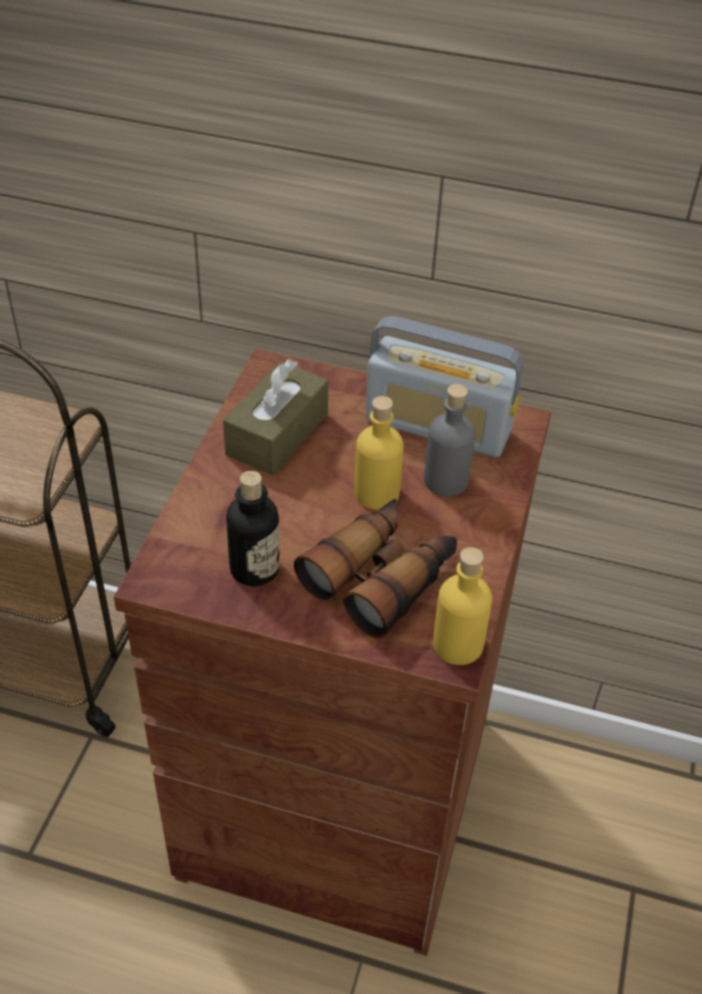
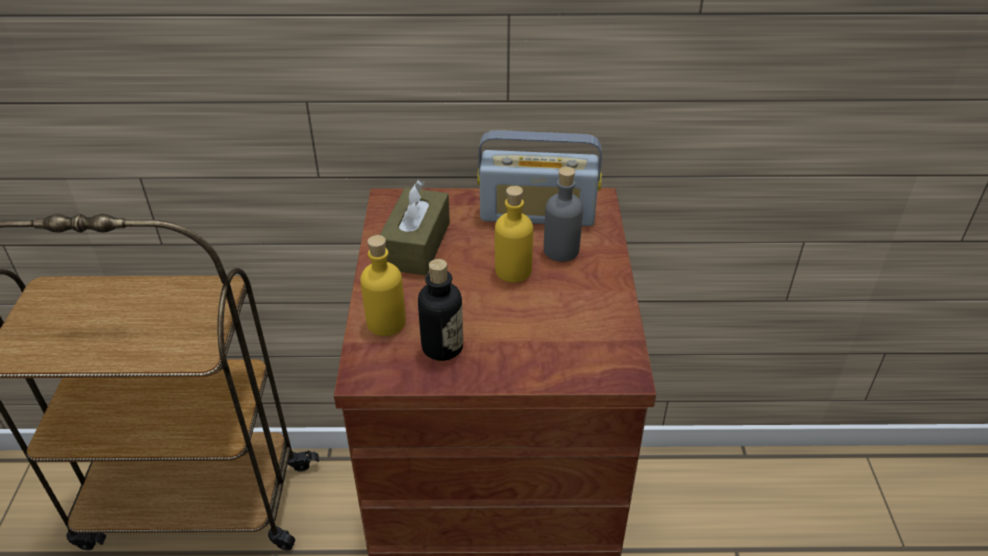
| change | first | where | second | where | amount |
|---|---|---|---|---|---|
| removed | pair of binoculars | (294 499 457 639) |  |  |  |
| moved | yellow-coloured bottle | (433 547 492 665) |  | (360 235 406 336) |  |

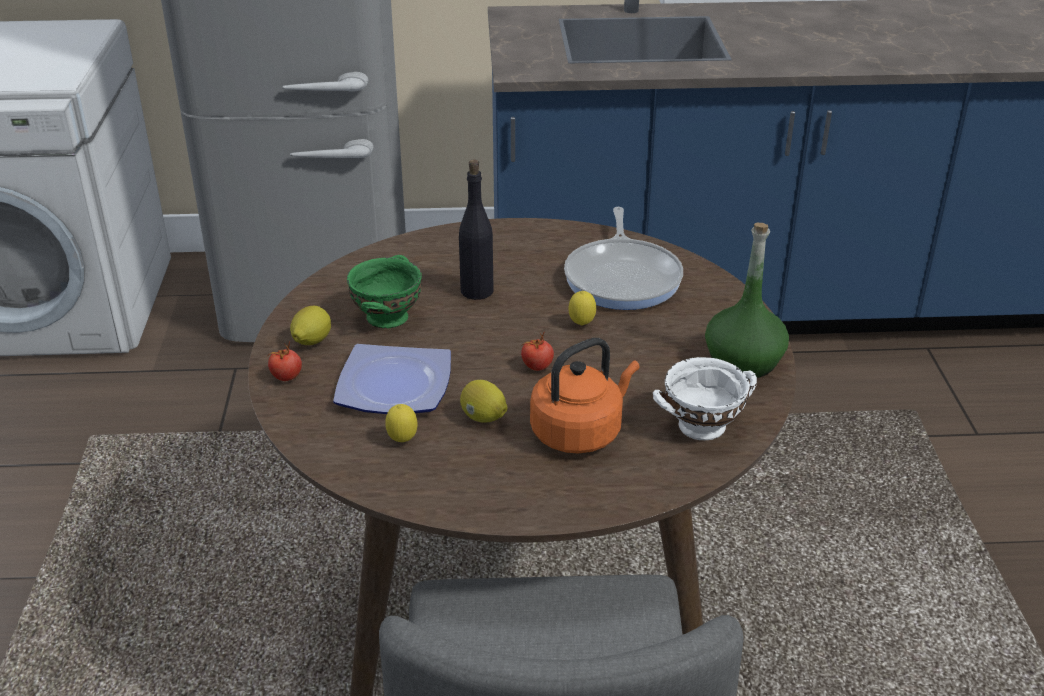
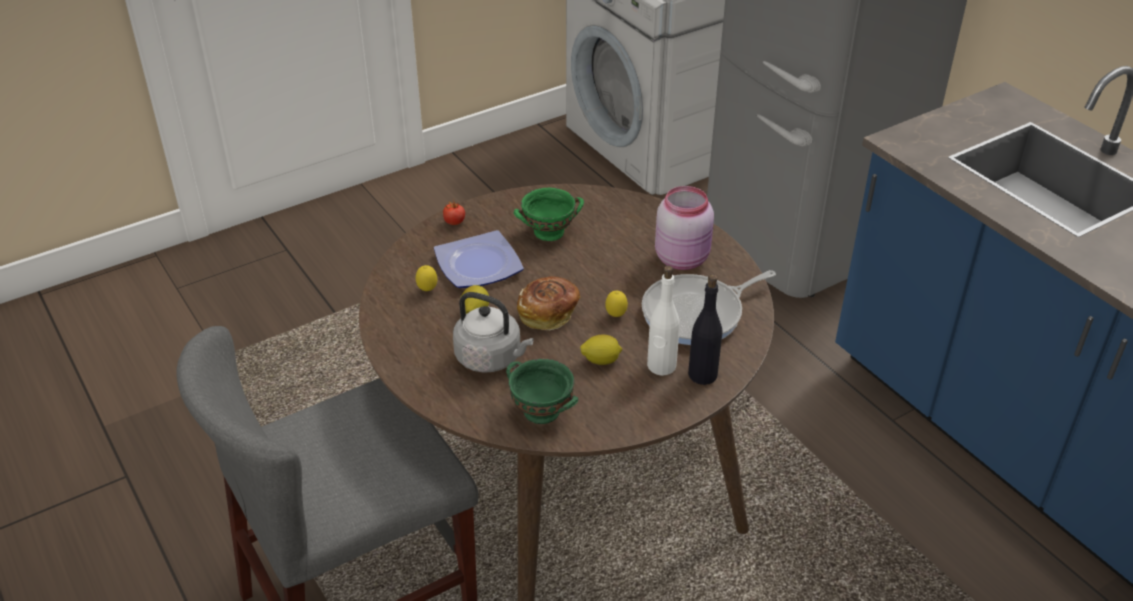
| change | first | where | second | where | amount |
|---|---|---|---|---|---|
| moved | lemon | (290 306 331 345) |  | (580 335 622 365) |  |
| moved | black-coloured bottle | (459 159 493 300) |  | (688 274 722 385) |  |
| replaced | tomato | (521 331 554 371) | baked bread | (517 276 581 330) |  |
| recoloured | orange kettle | (530 338 640 453) | gray kettle | (453 292 534 373) |  |
| recoloured | white serving bowl | (653 357 757 440) | green-coloured serving bowl | (506 359 578 424) |  |
| removed | green-coloured bottle | (705 222 789 379) |  |  |  |
| added |  |  | white bottle | (647 266 680 376) |  |
| added |  |  | pinkish jar | (655 186 714 270) |  |

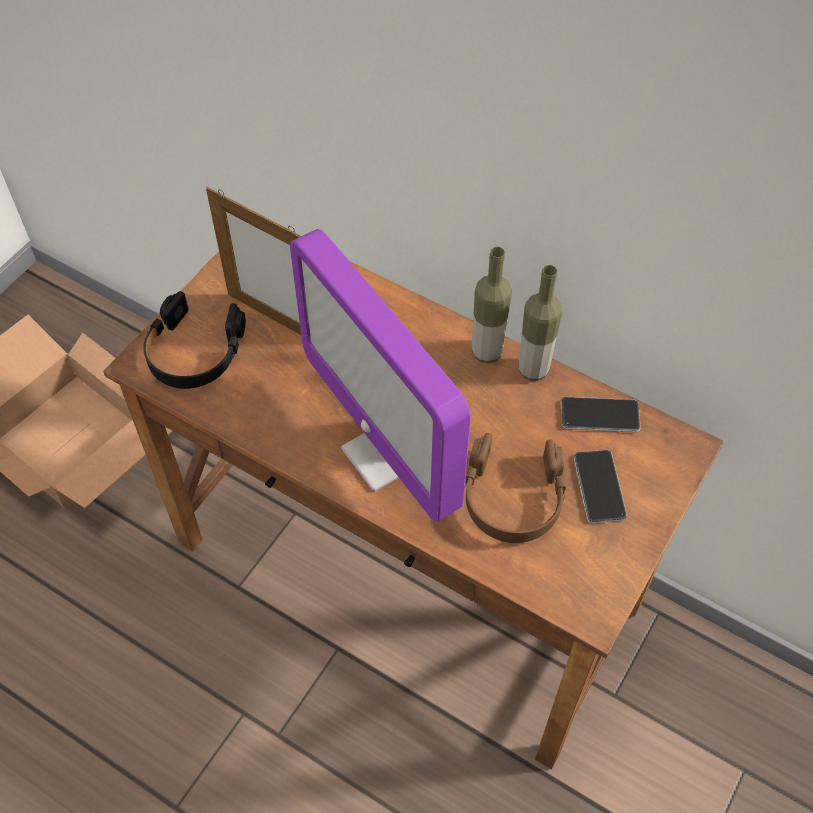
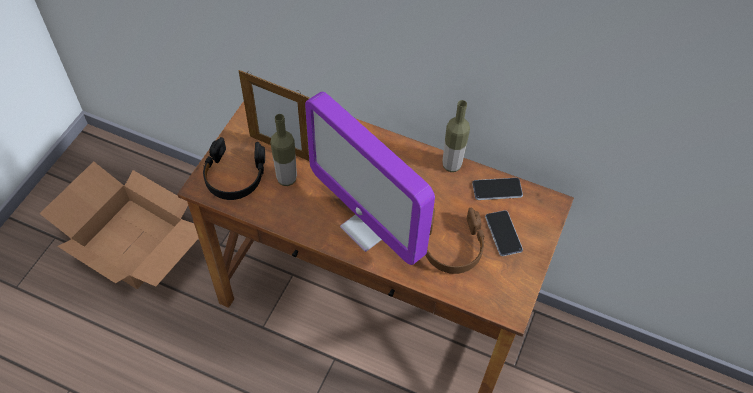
| change | first | where | second | where | amount |
|---|---|---|---|---|---|
| moved | bottle | (472 247 512 363) |  | (270 114 297 186) |  |

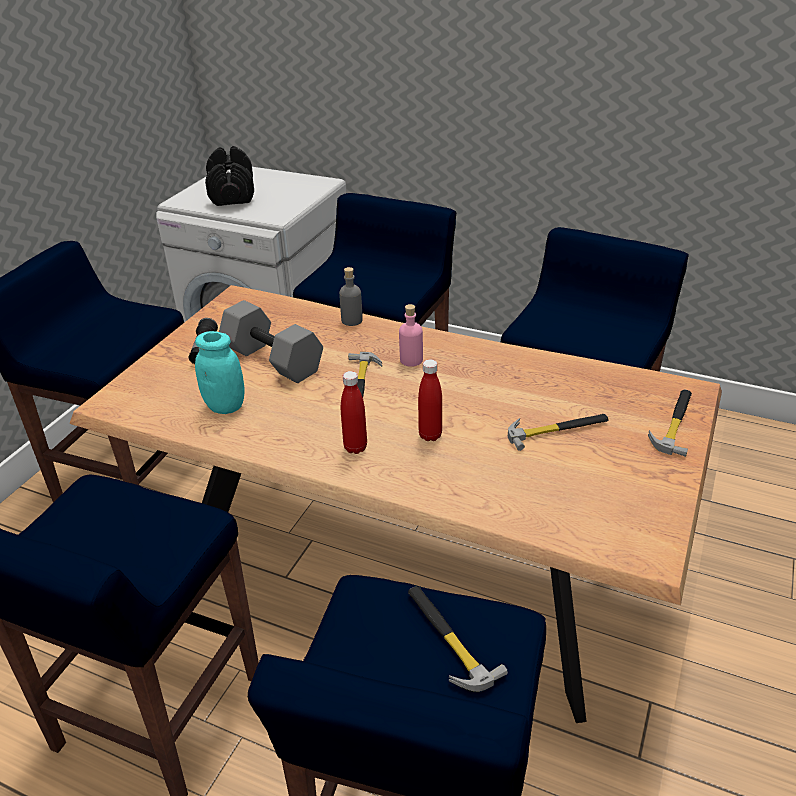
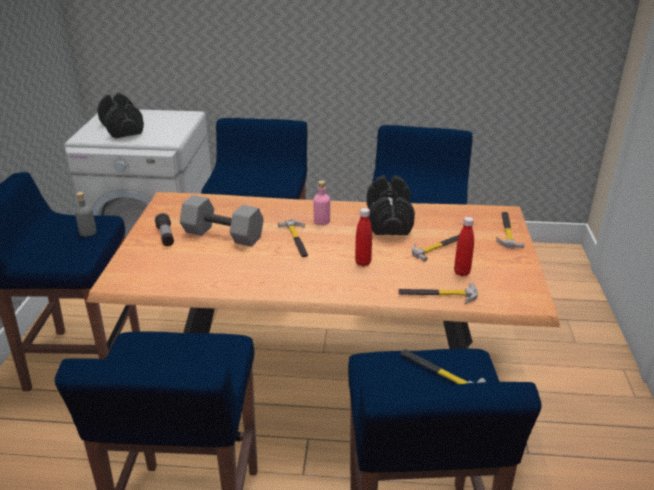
| change | first | where | second | where | amount |
|---|---|---|---|---|---|
| removed | blue-green jar | (195 331 245 414) |  |  |  |
| moved | gray bottle | (339 267 363 326) |  | (75 192 96 236) |  |
| moved | red-coloured bottle | (341 371 367 454) |  | (454 217 474 276) |  |
| added |  |  | black-coloured hand weight | (367 176 415 235) |  |
| added |  |  | tool hammer | (399 283 478 304) |  |

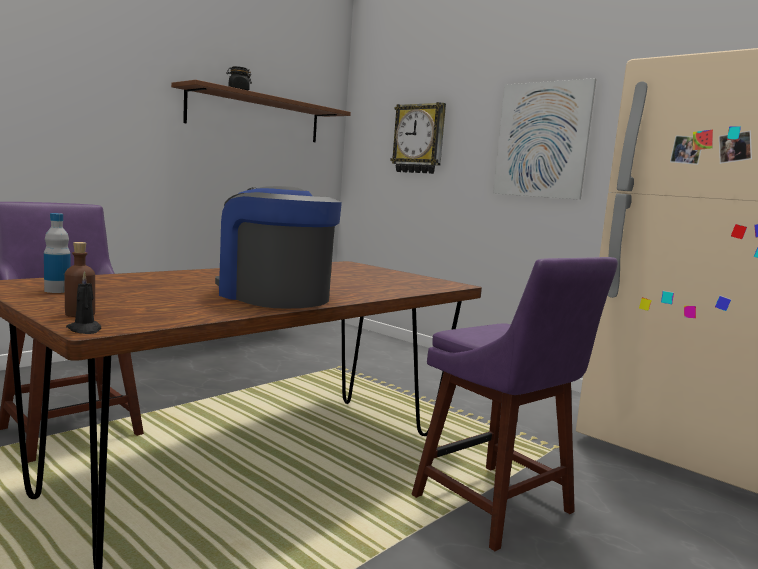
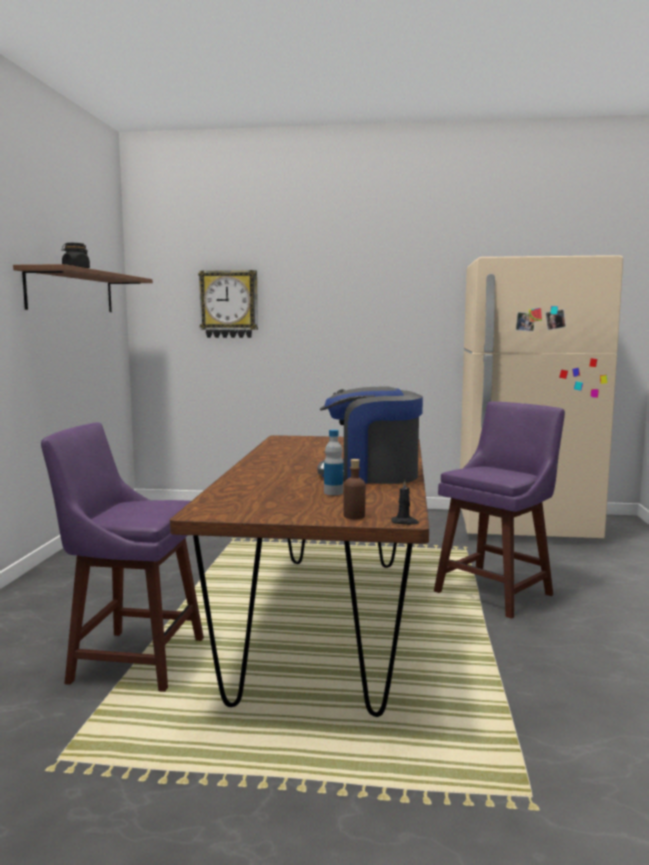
| change | first | where | second | where | amount |
|---|---|---|---|---|---|
| moved | bottle | (44 213 71 293) |  | (324 430 343 495) |  |
| turned | purple-coloured upright chair | (411 257 618 551) |  | (434 402 565 619) | 60 degrees counterclockwise |
| removed | wall picture | (493 78 596 200) |  |  |  |

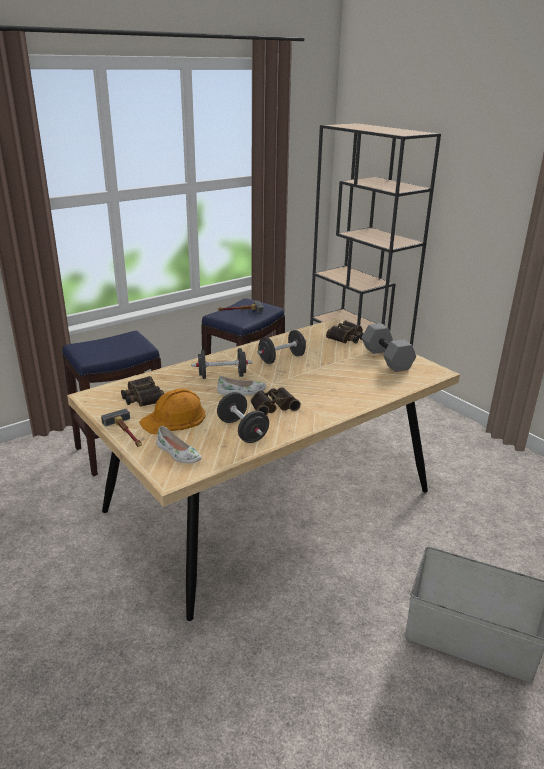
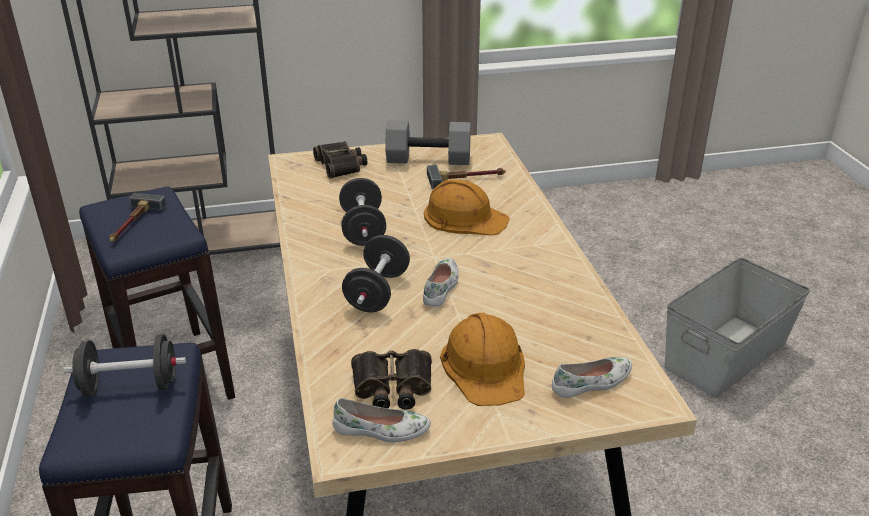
| change | first | where | second | where | amount |
|---|---|---|---|---|---|
| moved | tool hammer | (101 409 142 447) |  | (427 165 506 189) |  |
| moved | black-coloured hand weight | (217 392 269 443) |  | (64 334 186 397) |  |
| removed | pair of binoculars | (251 387 301 415) |  |  |  |
| added |  |  | white shoe | (332 398 431 442) |  |
| added |  |  | orange safety helmet | (424 179 510 235) |  |

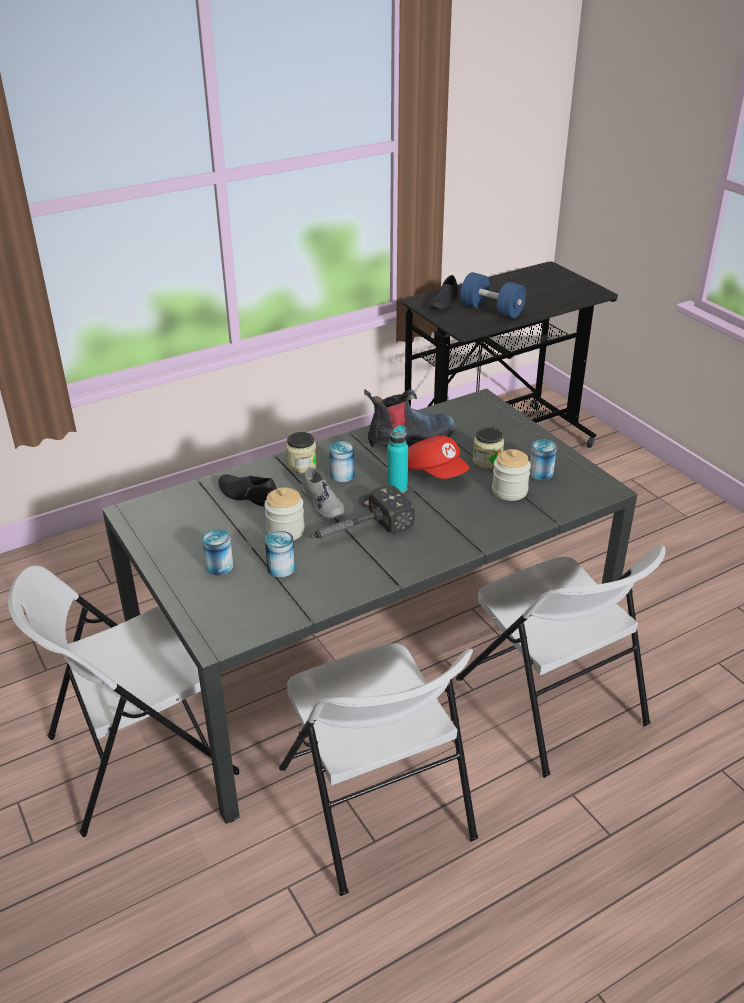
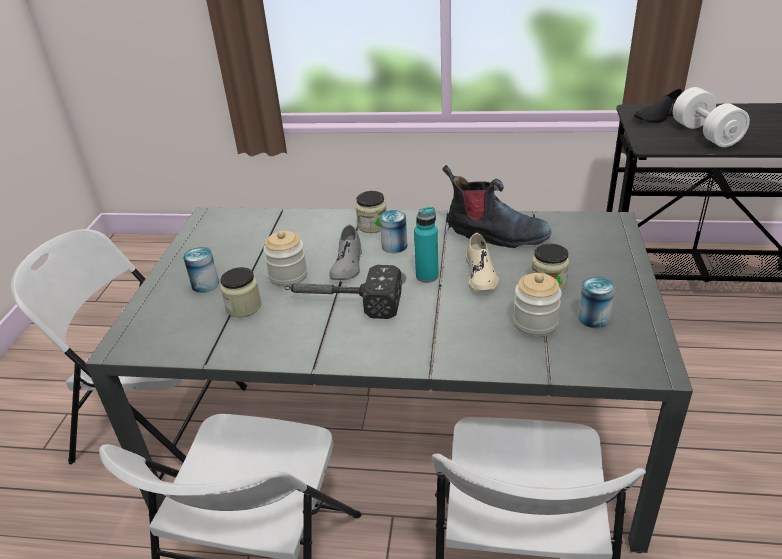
| change | first | where | second | where | amount |
|---|---|---|---|---|---|
| removed | black-coloured shoe | (218 474 277 507) |  |  |  |
| replaced | can | (265 531 295 577) | jar | (220 267 262 317) |  |
| replaced | red-coloured baseball cap | (408 436 470 479) | sand-coloured shoe | (466 233 499 292) |  |
| recoloured | blue-coloured hand weight | (460 272 526 318) | white hand weight | (673 87 750 147) |  |

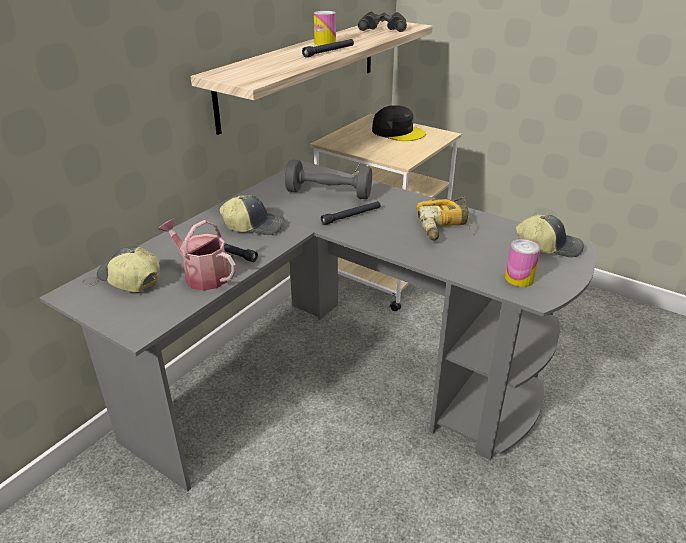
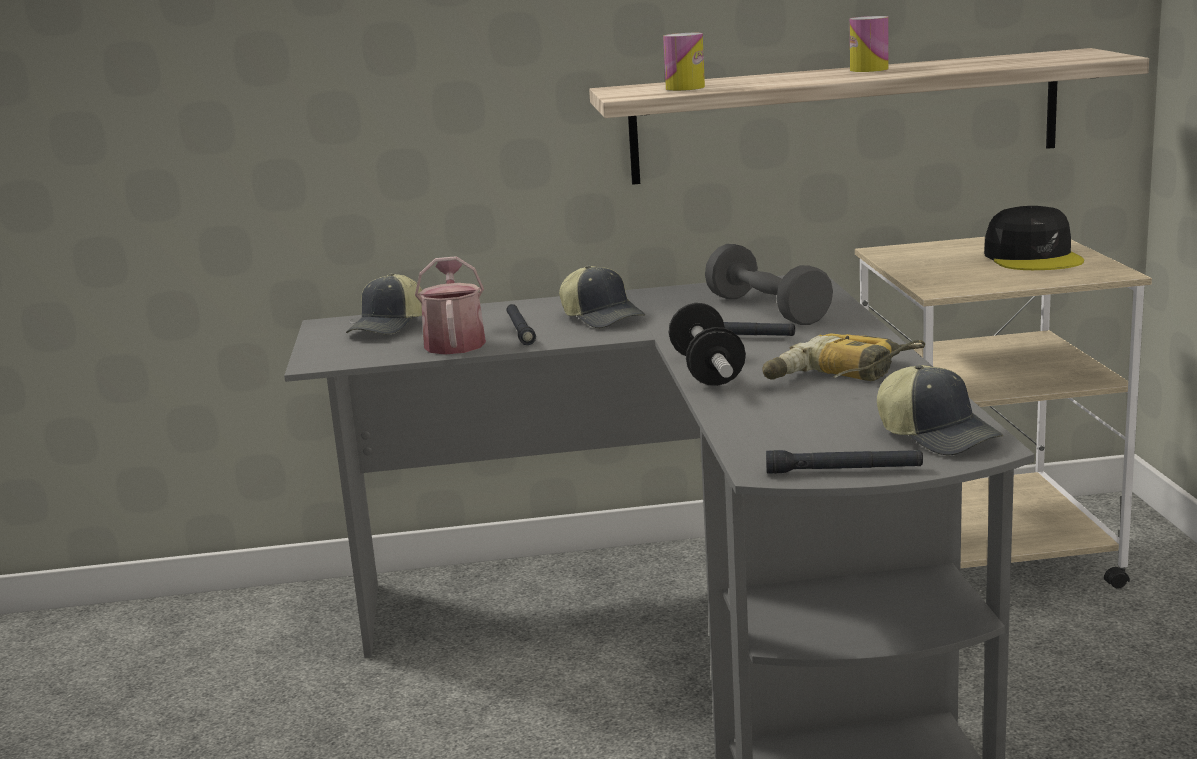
| change | first | where | second | where | amount |
|---|---|---|---|---|---|
| turned | baseball cap | (97 246 160 292) |  | (346 273 422 335) | 150 degrees counterclockwise |
| moved | black-coloured torch | (302 39 354 57) |  | (766 450 923 474) |  |
| removed | black-coloured pair of binoculars | (358 12 407 32) |  |  |  |
| moved | can | (505 239 541 287) |  | (663 33 705 91) |  |
| added |  |  | hand weight | (669 303 746 386) |  |

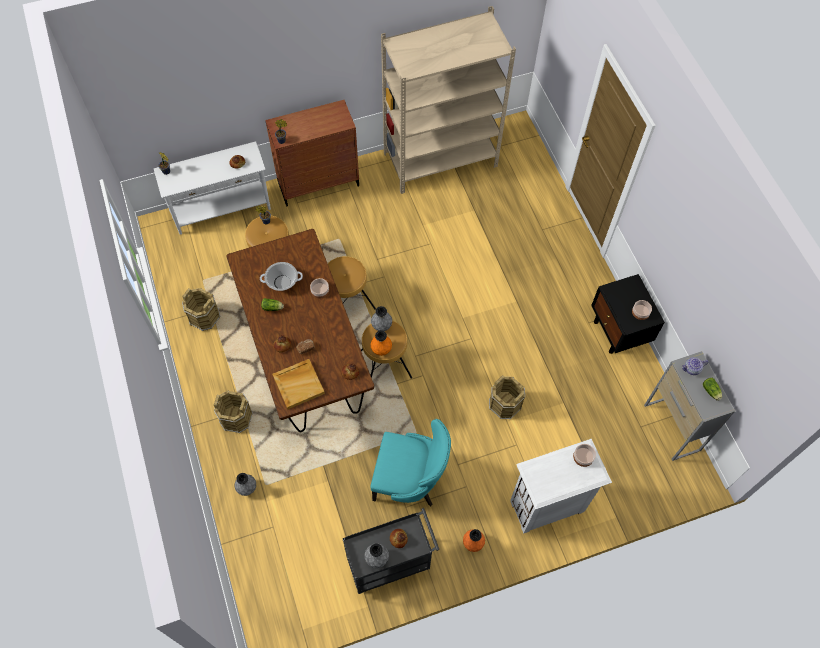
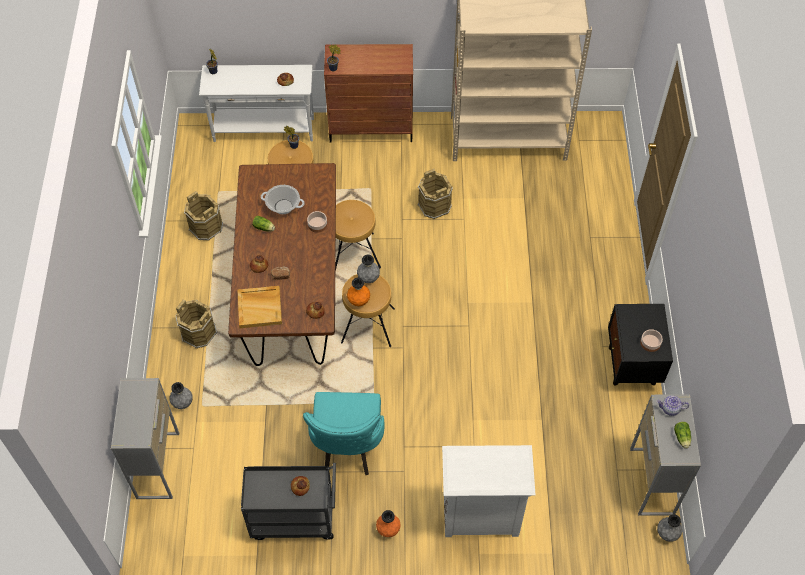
| change | first | where | second | where | amount |
|---|---|---|---|---|---|
| moved | gray flower vase | (365 543 389 568) |  | (657 514 682 542) |  |
| turned | blue-green upright chair | (370 419 451 506) |  | (303 392 384 475) | 60 degrees clockwise |
| moved | brownish water bucket | (489 375 525 419) |  | (417 169 453 219) |  |
| removed | serving bowl | (573 444 596 467) |  |  |  |
| added |  |  | gray cabinet | (111 378 179 499) |  |

